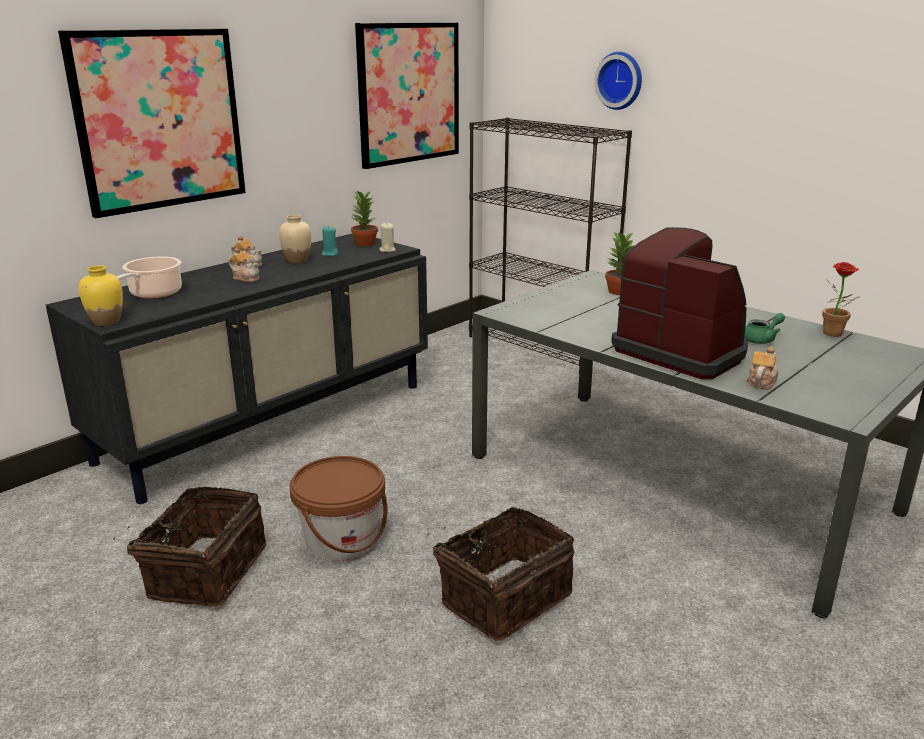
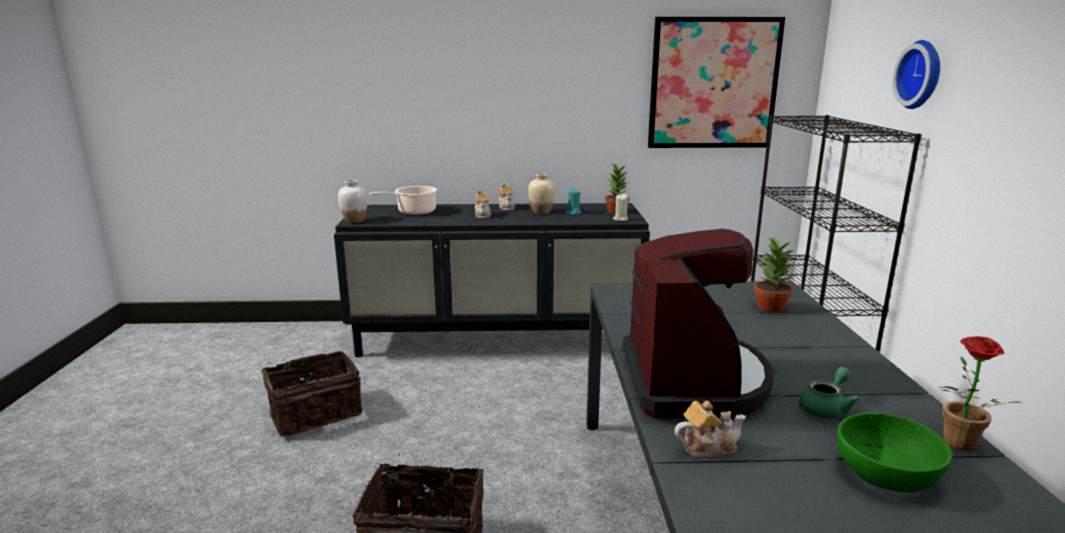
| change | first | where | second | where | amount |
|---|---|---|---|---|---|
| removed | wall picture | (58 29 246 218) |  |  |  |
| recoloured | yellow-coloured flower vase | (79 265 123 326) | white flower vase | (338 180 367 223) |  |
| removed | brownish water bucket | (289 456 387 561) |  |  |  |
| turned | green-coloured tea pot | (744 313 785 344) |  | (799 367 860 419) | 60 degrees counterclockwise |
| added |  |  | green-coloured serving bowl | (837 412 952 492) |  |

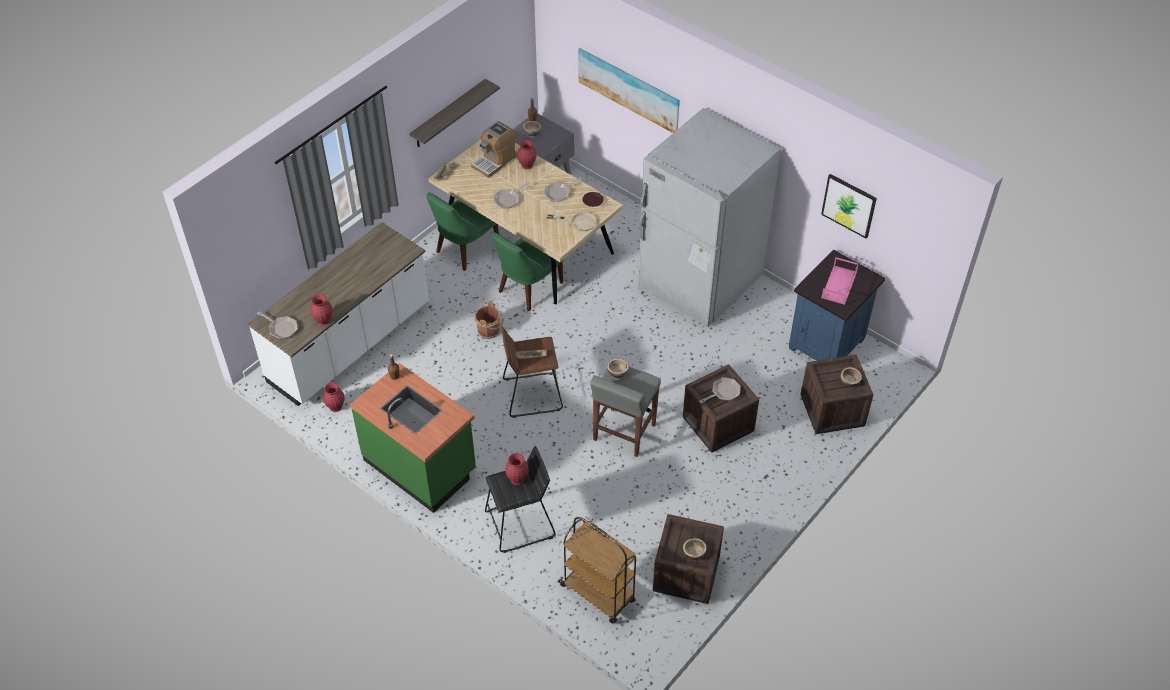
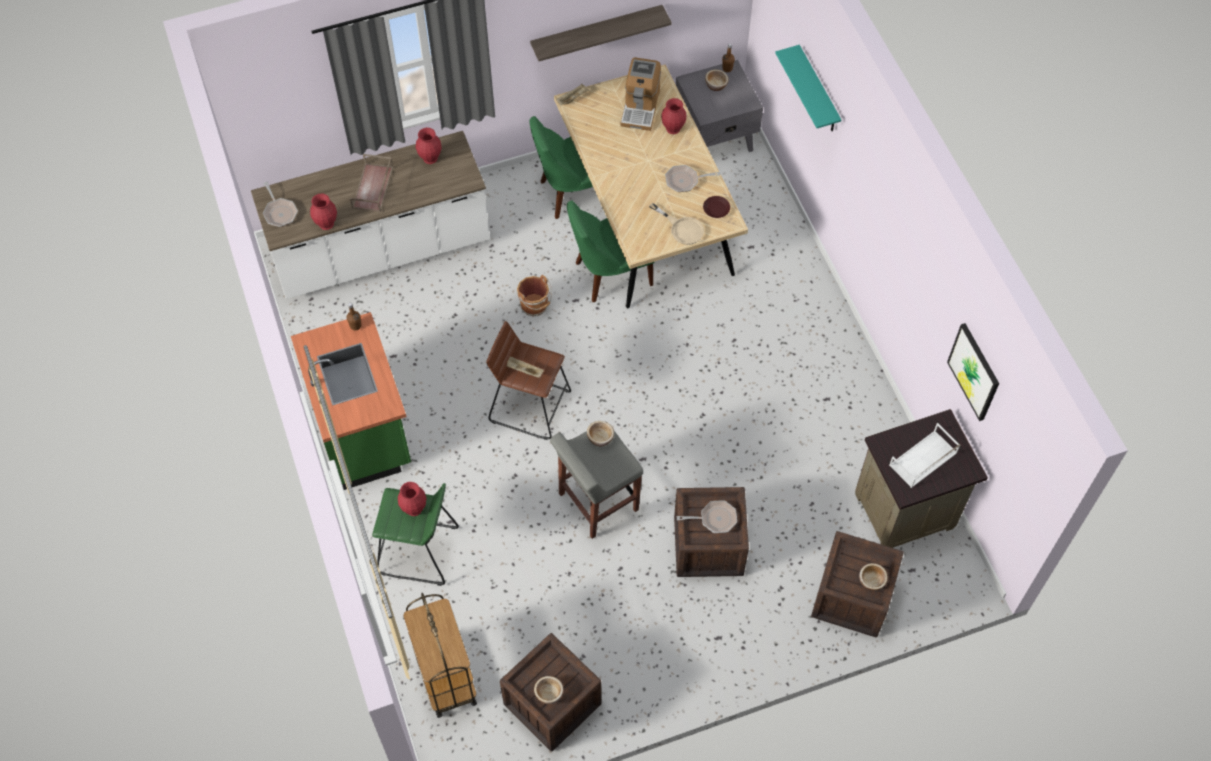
| change | first | where | second | where | amount |
|---|---|---|---|---|---|
| moved | red-coloured flower vase | (323 383 344 412) |  | (416 128 441 164) |  |
| turned | coffee maker | (471 121 517 178) |  | (621 57 661 131) | 60 degrees counterclockwise |
| recoloured | black-coloured stool | (485 446 556 553) | green-coloured stool | (372 483 459 586) |  |
| removed | pan | (494 182 530 208) |  |  |  |
| replaced | wall picture | (578 48 680 133) | blue-green bracket shelf | (775 45 841 131) |  |
| removed | white kitchen fridge | (638 108 781 327) |  |  |  |
| recoloured | blue-coloured cabinet | (789 250 885 361) | sand-coloured cabinet | (855 409 988 548) |  |
| recoloured | pinkish serving tray | (821 257 859 305) | white serving tray | (889 423 960 488) |  |
| added |  |  | brownish serving tray | (350 154 393 212) |  |

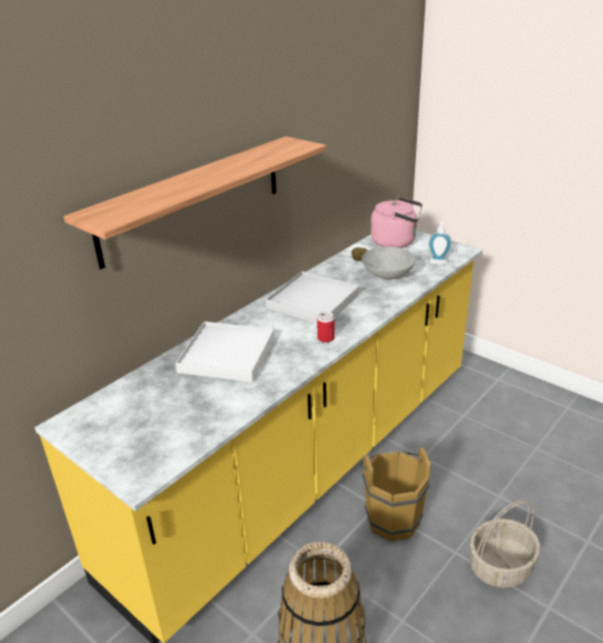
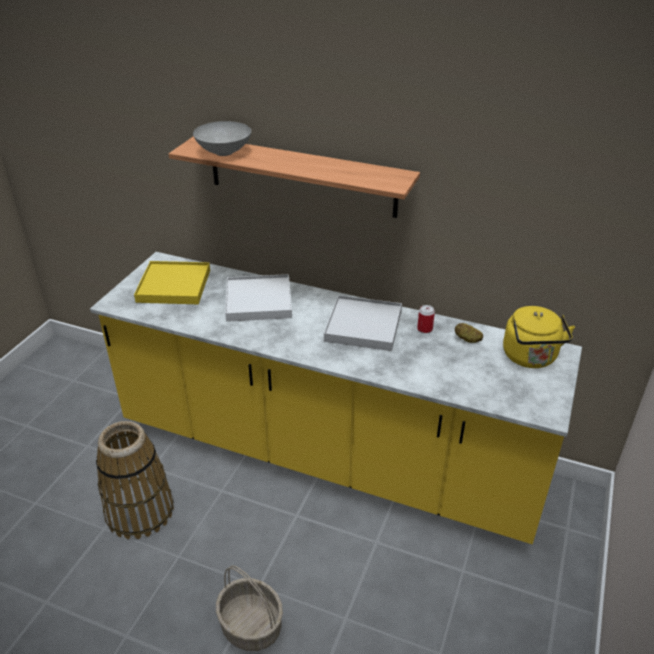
| change | first | where | second | where | amount |
|---|---|---|---|---|---|
| moved | can | (317 311 335 343) |  | (417 305 435 333) |  |
| removed | brownish water bucket | (361 447 430 541) |  |  |  |
| moved | gray serving bowl | (362 247 416 280) |  | (193 121 251 156) |  |
| recoloured | pinkish kettle | (371 196 422 248) | yellow-coloured kettle | (503 306 575 368) |  |
| removed | soap dispenser | (428 220 452 265) |  |  |  |
| added |  |  | yellow-coloured serving tray | (134 261 210 304) |  |

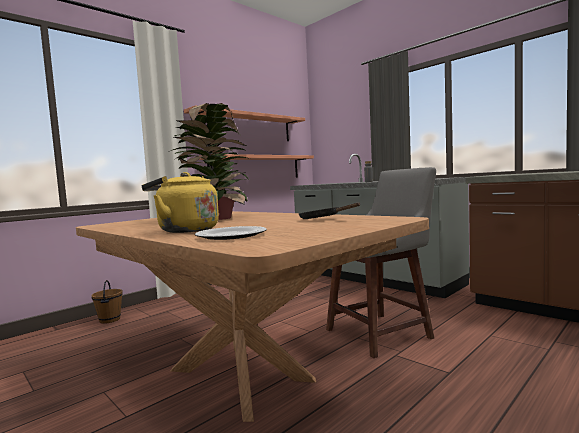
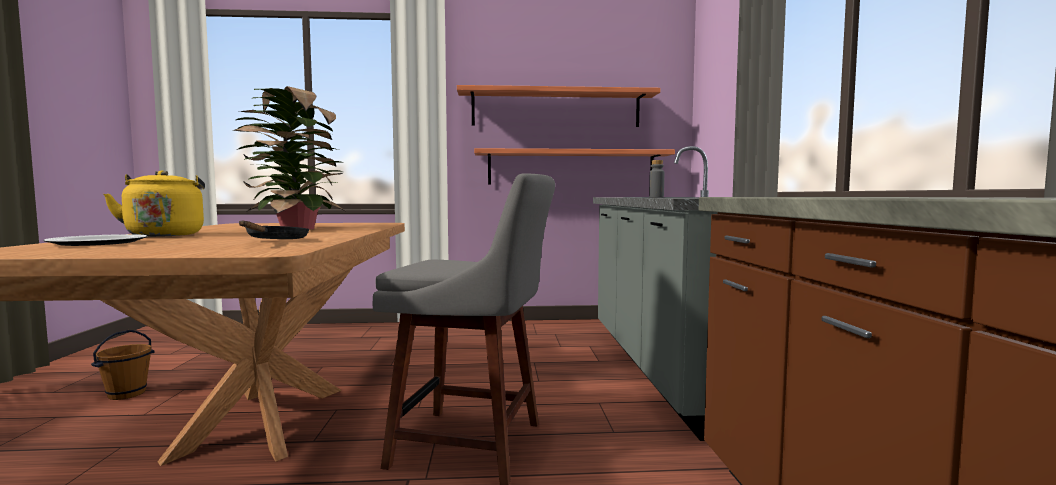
| change | first | where | second | where | amount |
|---|---|---|---|---|---|
| moved | brownish water bucket | (91 280 123 324) |  | (91 330 155 400) |  |

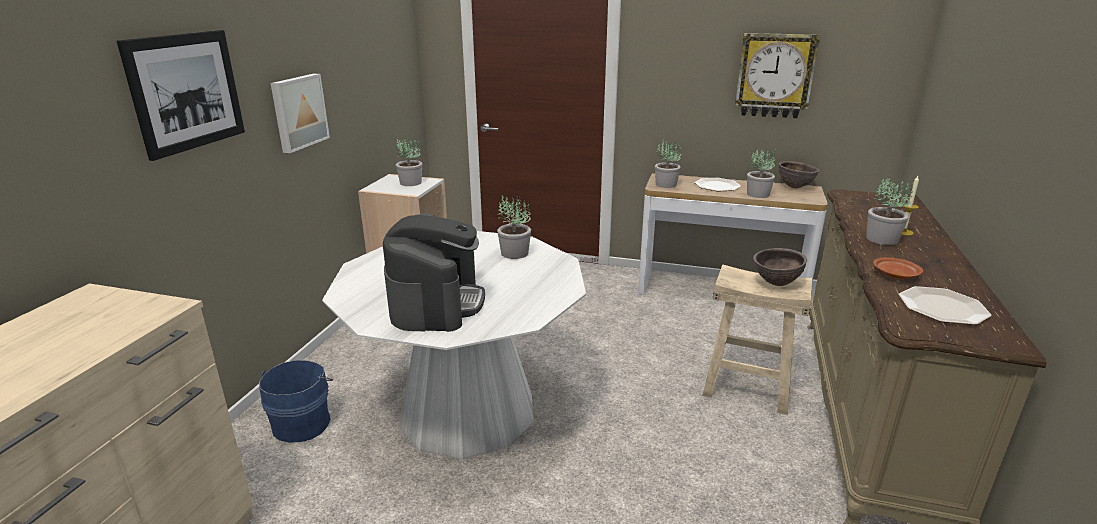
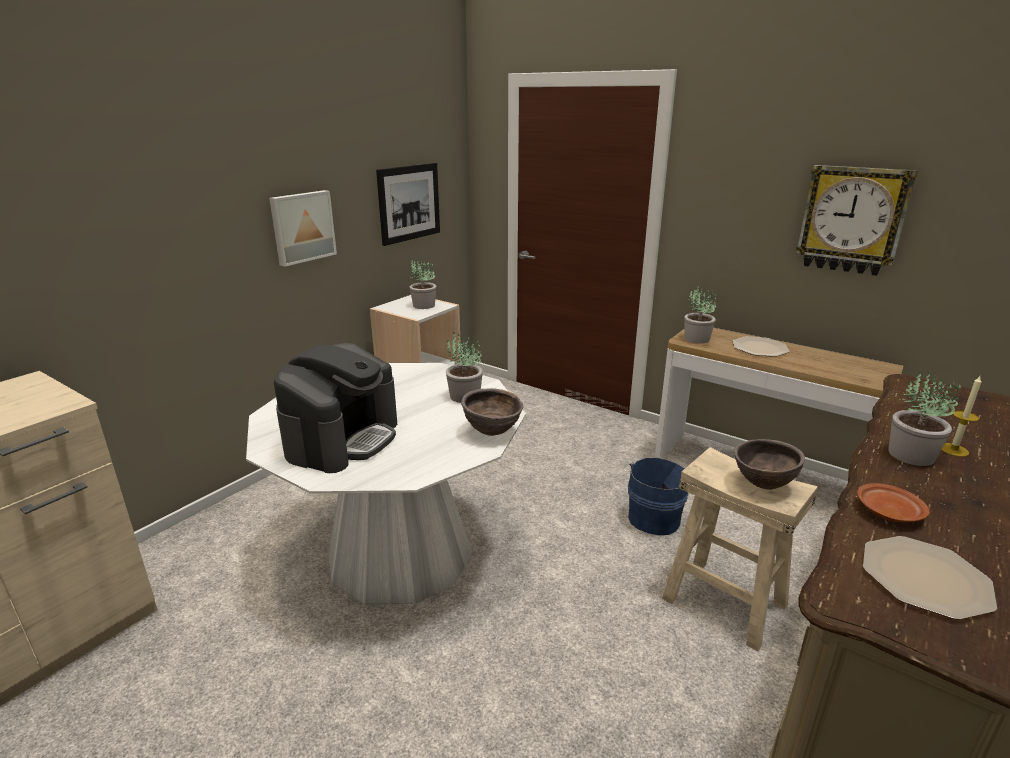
| change | first | where | second | where | amount |
|---|---|---|---|---|---|
| moved | wall picture | (117 30 245 161) |  | (376 163 440 246) |  |
| moved | blue-coloured water bucket | (259 360 333 443) |  | (628 457 688 535) |  |
| removed | potted plant | (747 147 776 198) |  |  |  |
| moved | brownish serving bowl | (779 161 819 189) |  | (461 388 523 436) |  |

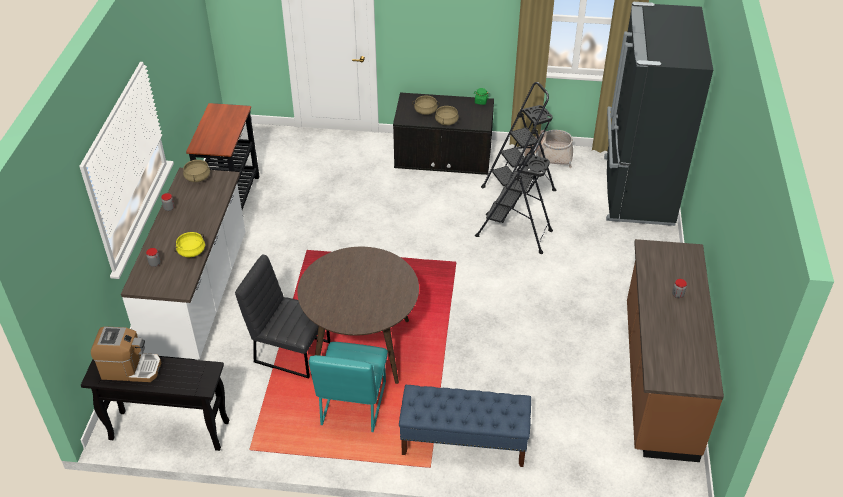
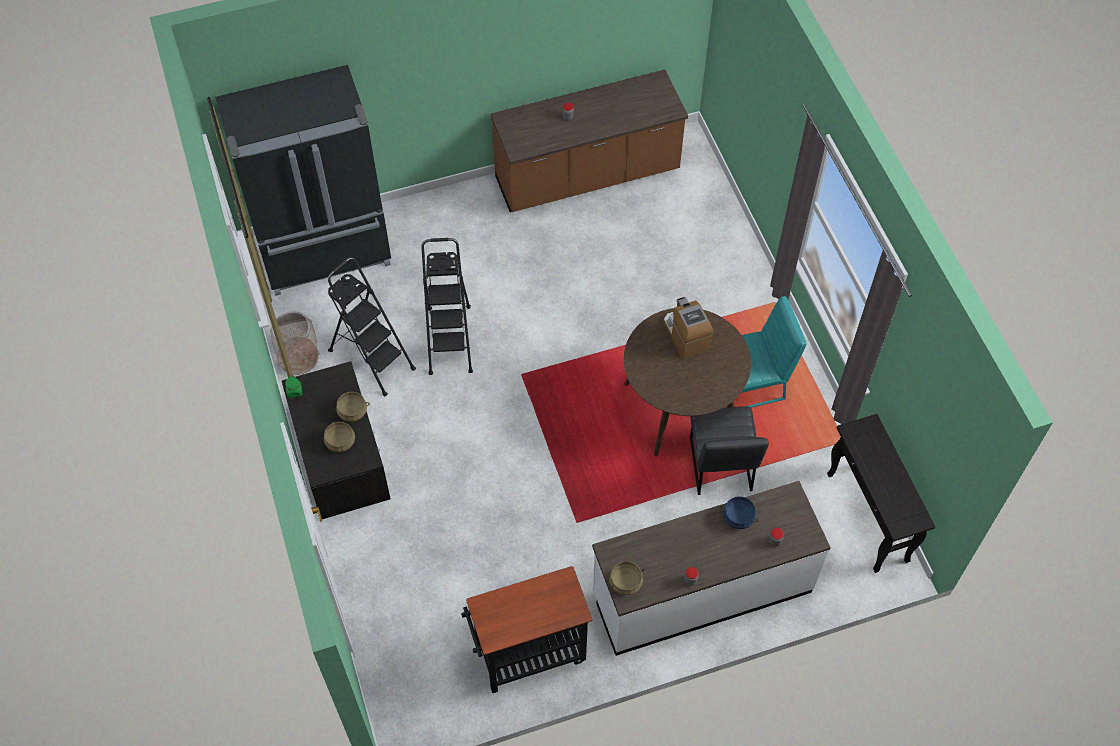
| change | first | where | second | where | amount |
|---|---|---|---|---|---|
| moved | coffee maker | (91 326 161 382) |  | (663 297 713 359) |  |
| recoloured | yellow-coloured cooking pot | (174 232 205 257) | blue-coloured cooking pot | (721 496 758 529) |  |
| removed | blue-coloured long seat | (399 385 531 467) |  |  |  |

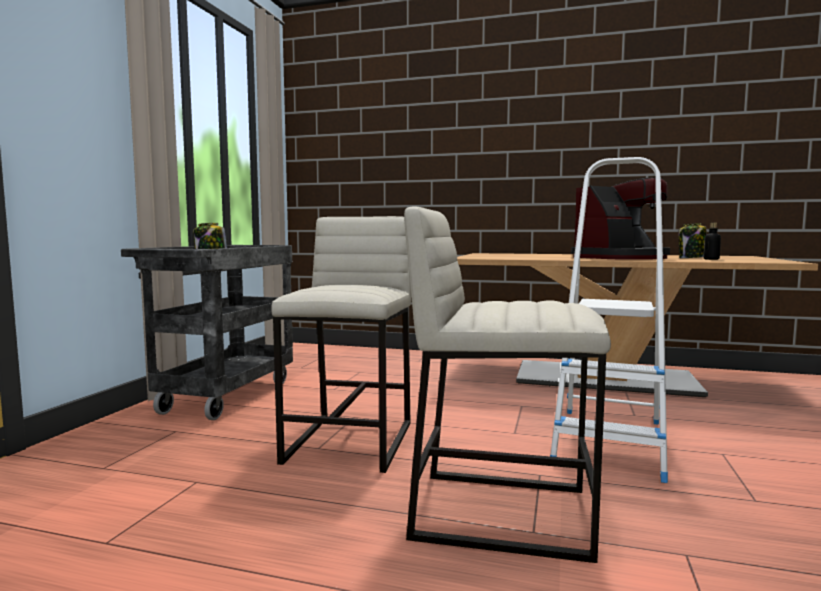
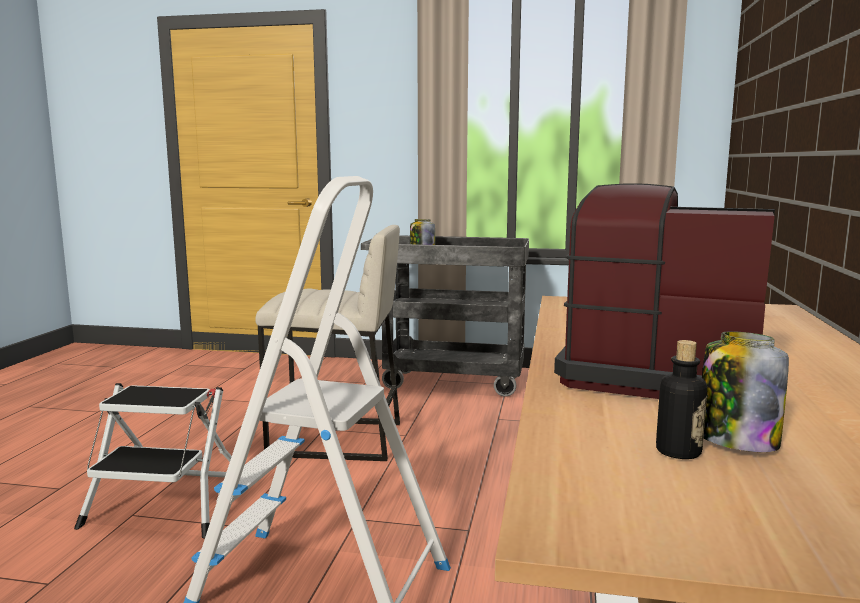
| change | first | where | second | where | amount |
|---|---|---|---|---|---|
| replaced | sand-coloured stool | (404 207 611 563) | step ladder | (74 383 232 539) |  |
| turned | coffee maker | (571 177 670 260) |  | (554 183 775 399) | 150 degrees clockwise |

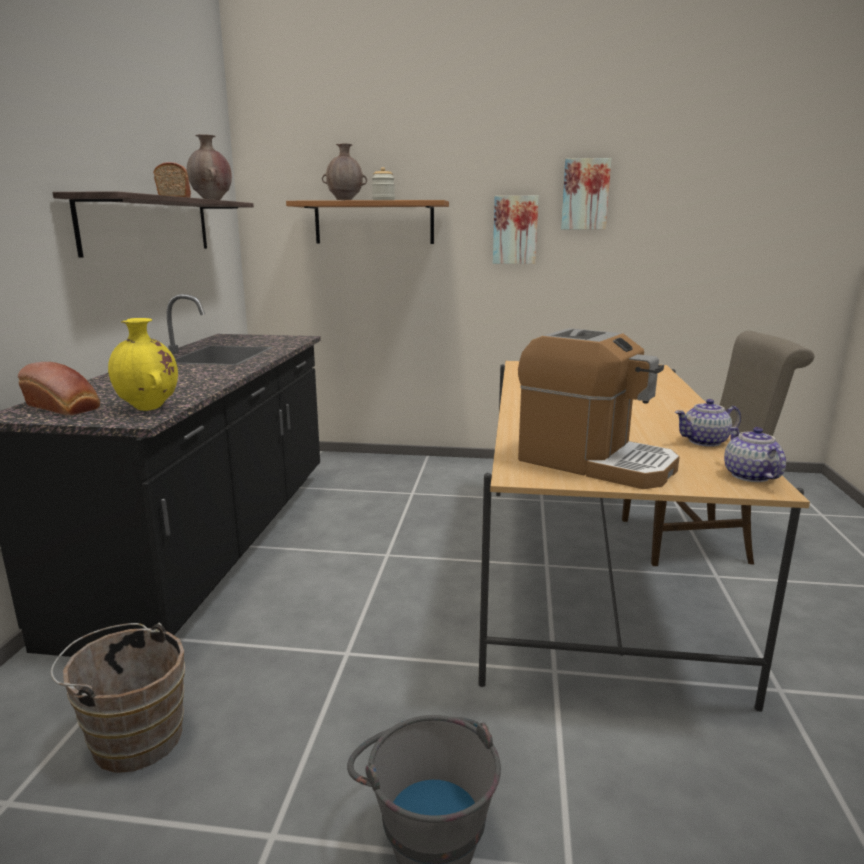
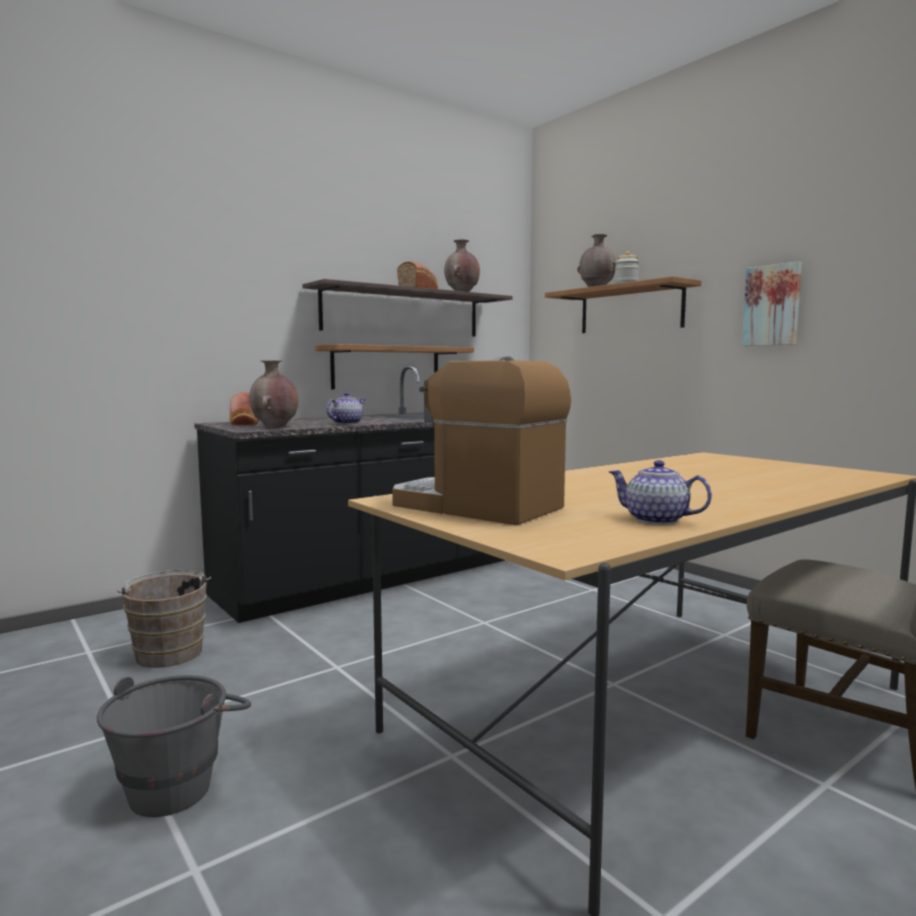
| change | first | where | second | where | amount |
|---|---|---|---|---|---|
| recoloured | yellow-coloured flower vase | (108 318 178 411) | brownish flower vase | (249 360 298 428) |  |
| turned | coffee maker | (518 328 680 489) |  | (392 357 571 525) | 135 degrees clockwise |
| removed | wall picture | (561 158 611 229) |  |  |  |
| moved | tea pot | (724 427 786 482) |  | (326 392 365 424) |  |
| added |  |  | bracket shelf | (315 344 474 389) |  |

